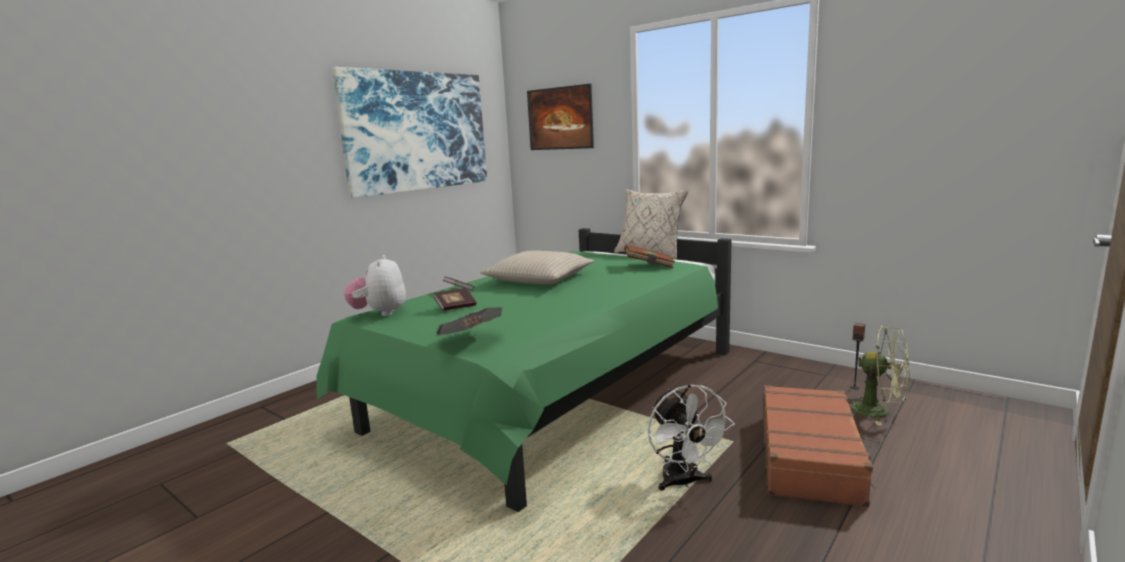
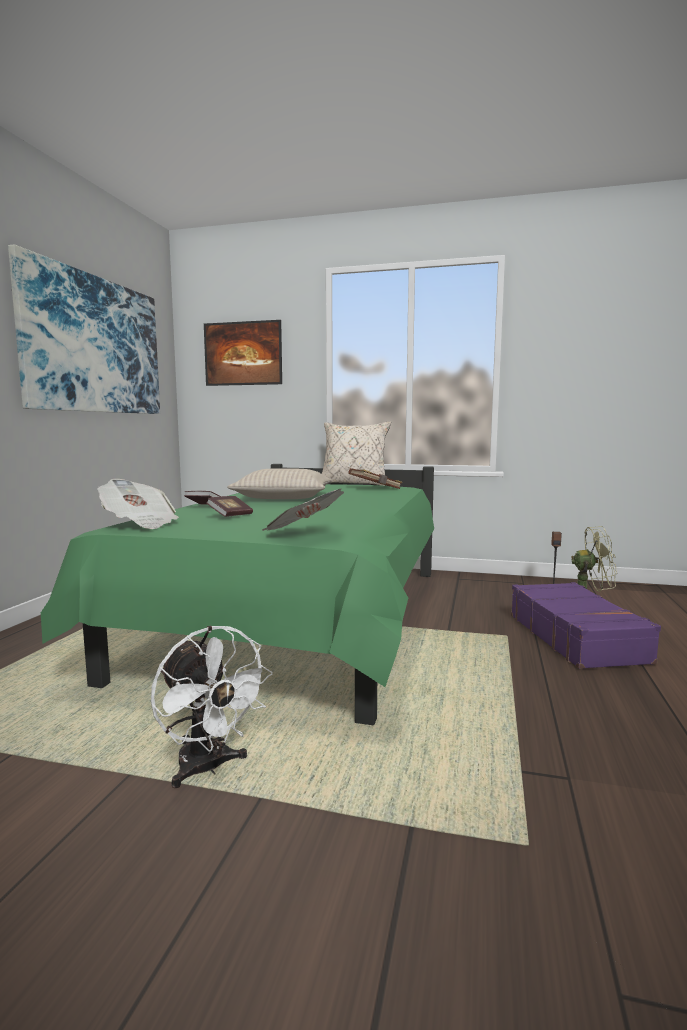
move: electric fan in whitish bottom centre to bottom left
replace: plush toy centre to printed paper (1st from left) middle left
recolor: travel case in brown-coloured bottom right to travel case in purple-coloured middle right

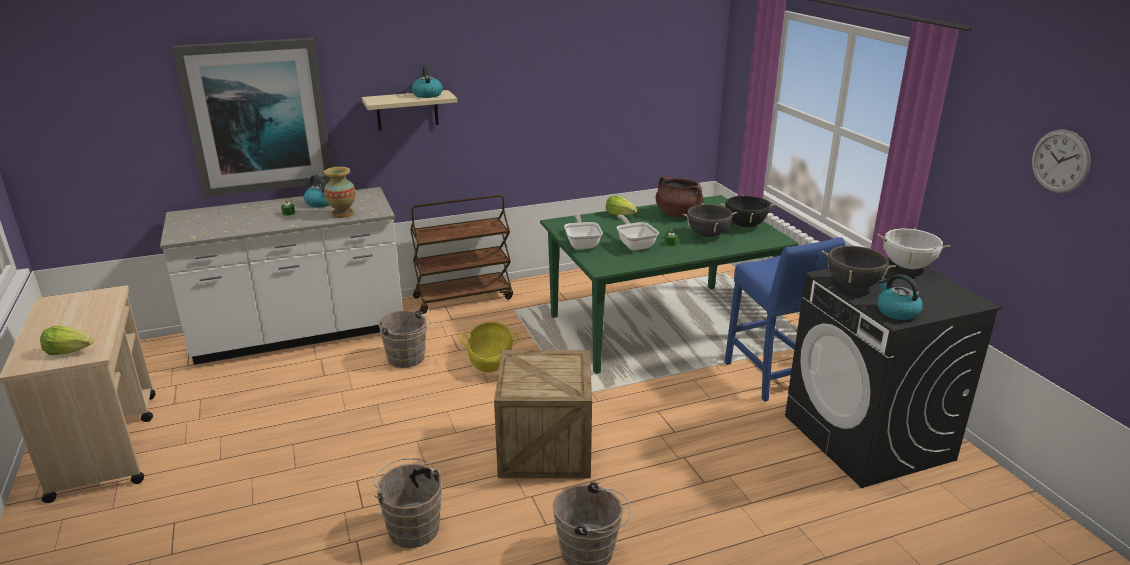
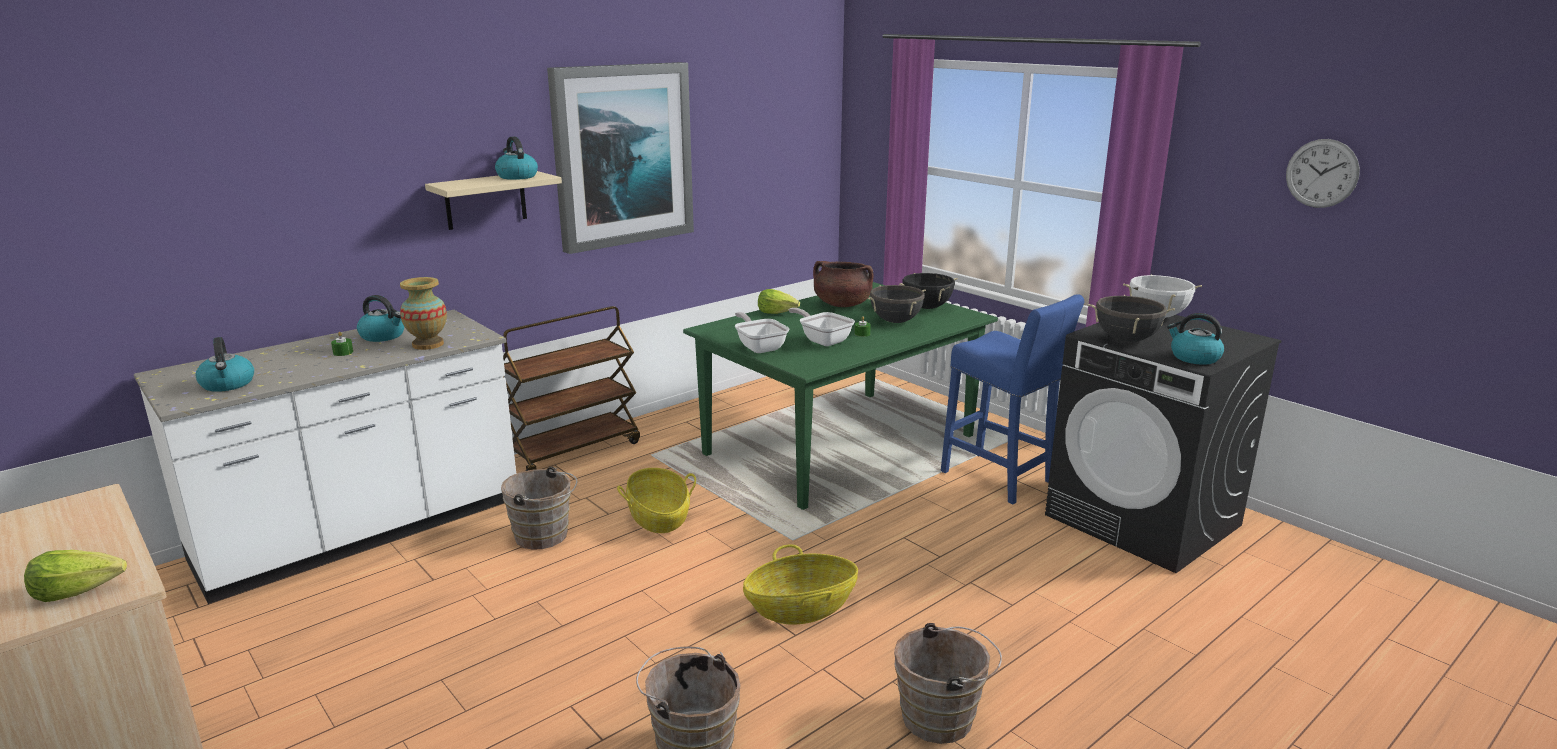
insert: water kettle (1st from left) middle left
move: picture top left to top centre
replace: packing crate bottom centre to basket (2nd from left) bottom centre

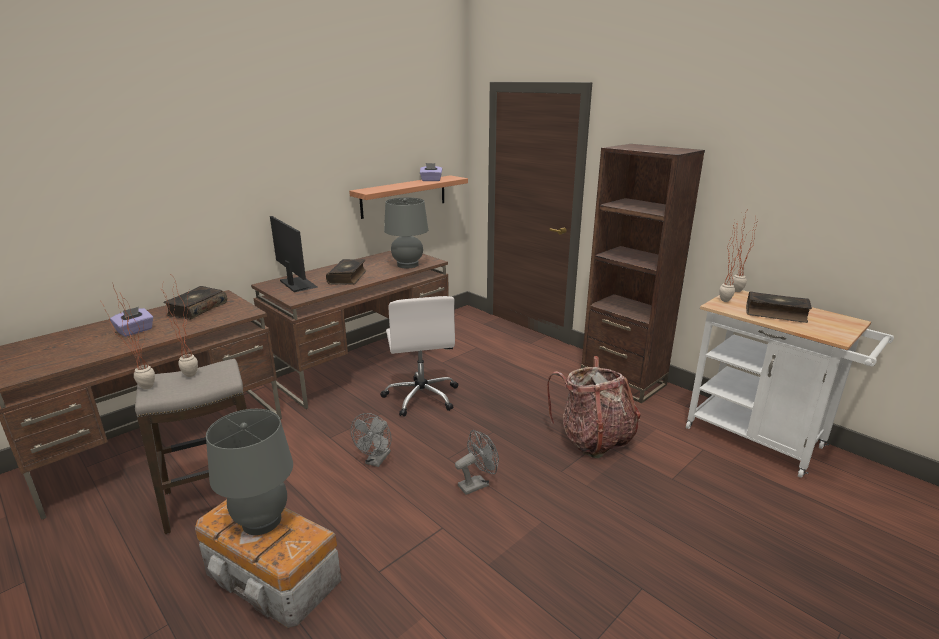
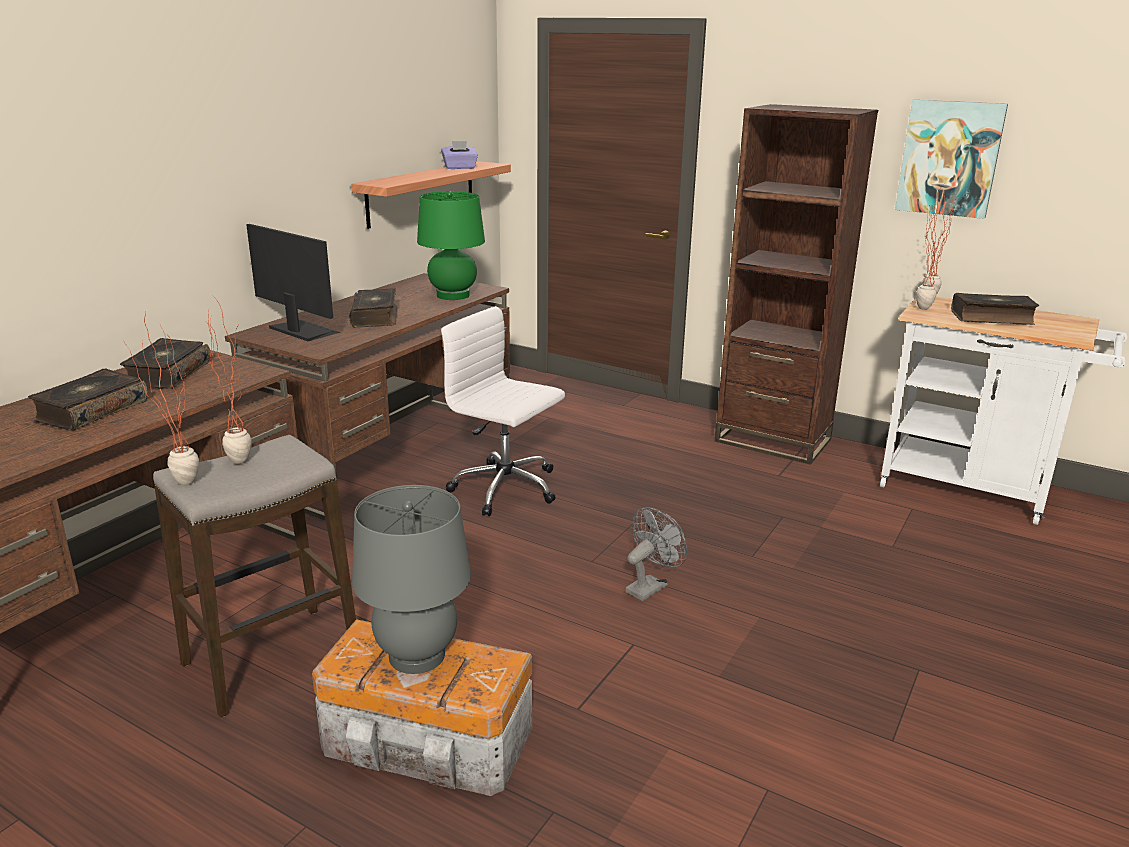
delete: electric fan in greyish (1st from left) bottom centre; rucksack centre
insert: picture top right
replace: tissue holder in purple-coloured (1st from left) middle left to volume (1st from left) middle left
recolor: lamp for a table in greyish (2nd from left) centre to lamp for a table in greenish top centre
rotate: computer chair in whitish centre = centre 150 degrees clockwise

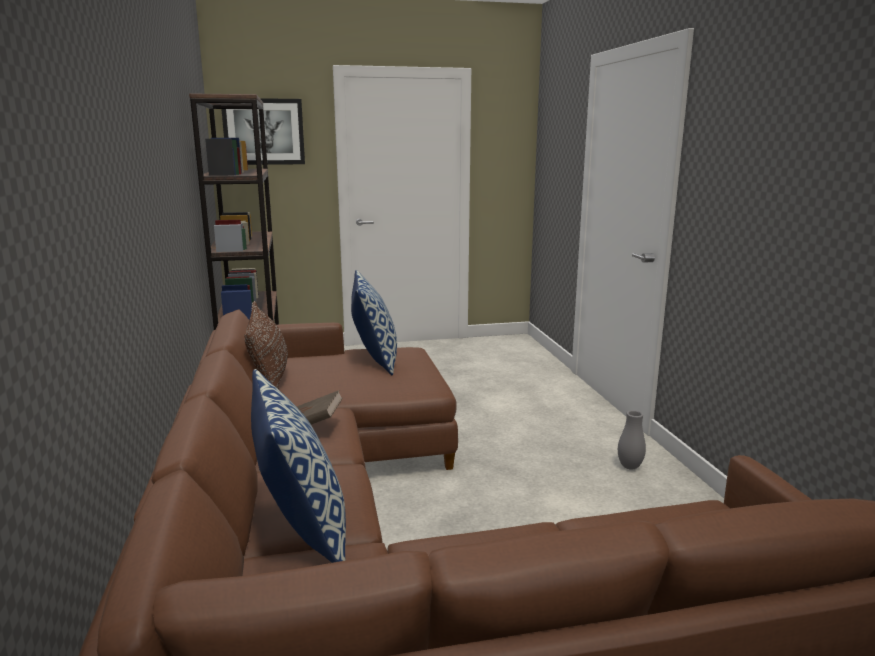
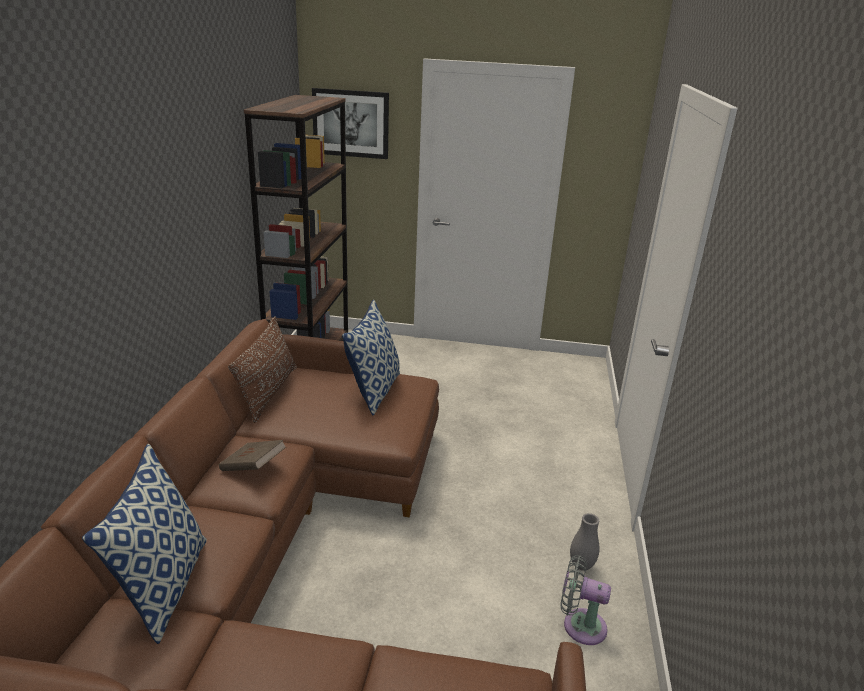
insert: electric fan in greyish bottom right

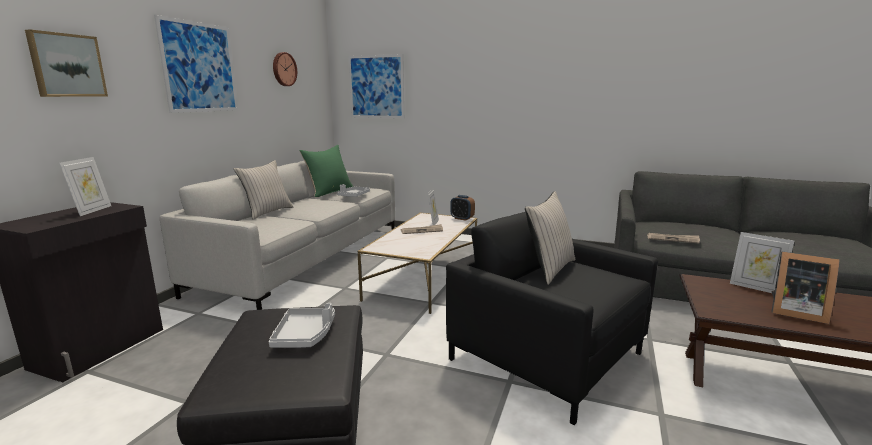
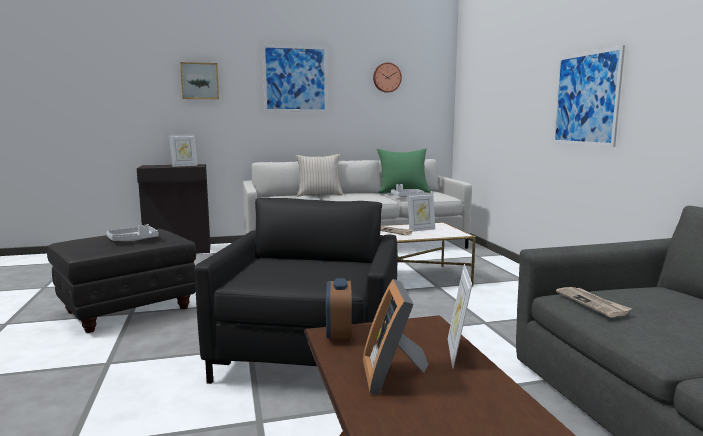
delete: cushion in sand-coloured (2nd from left) centre
move: table clock centre to bottom centre; picture (3rd from left) top centre to top right

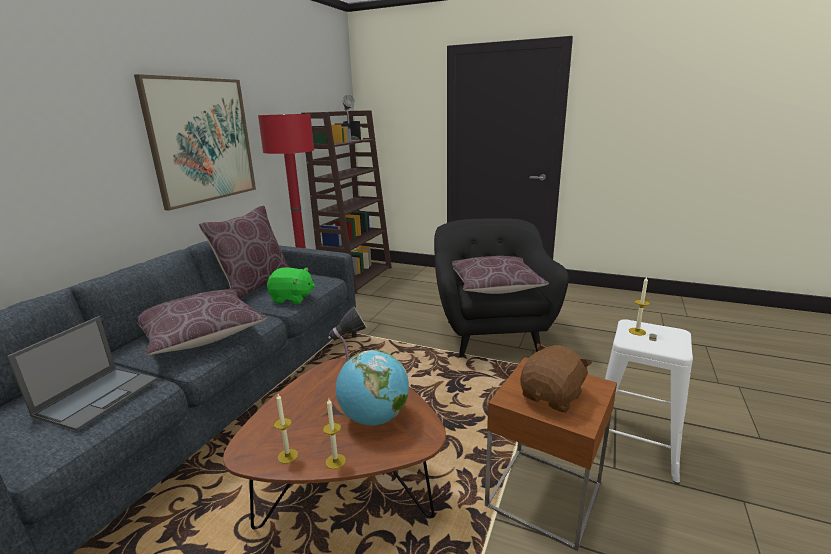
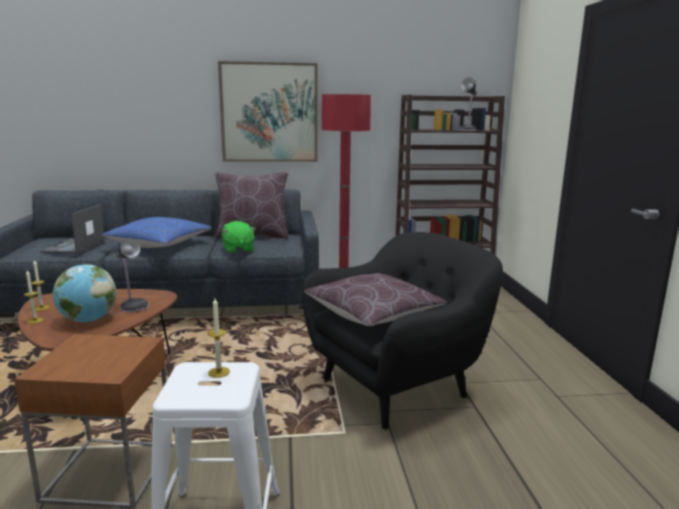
delete: plush toy in brown-coloured bottom right
recolor: cushion in brown-coloured (1st from left) middle left to cushion in bluish middle left
rotate: portable computer bottom left = middle left 105 degrees clockwise

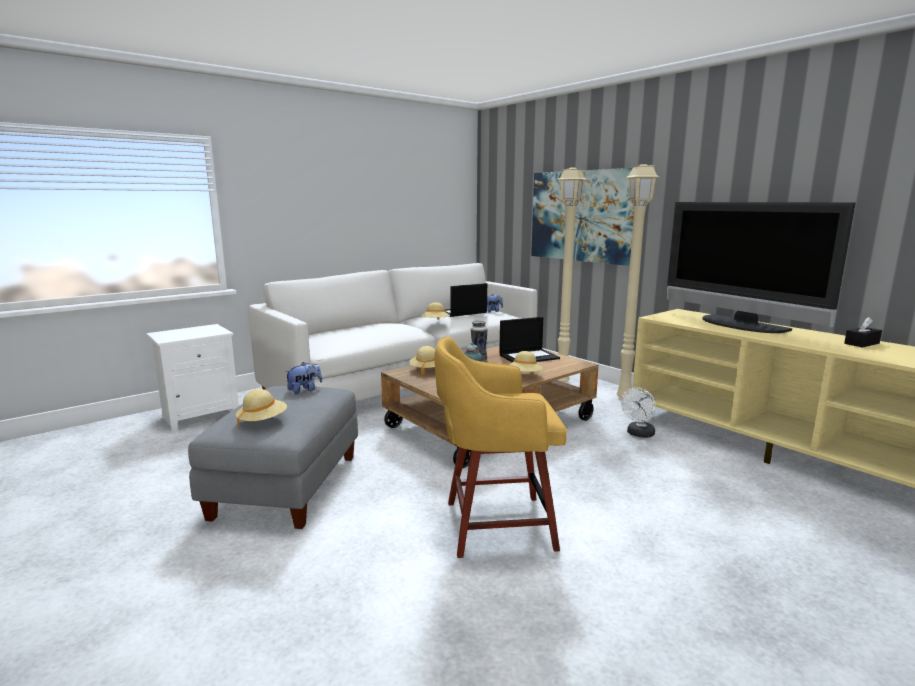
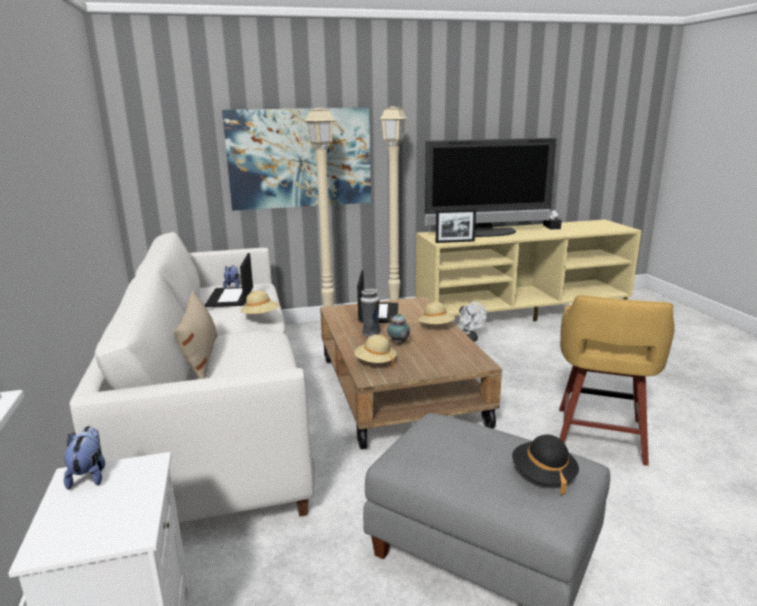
insert: cushion in sand-coloured middle left; photo frame centre
move: plush toy (1st from left) middle left to bottom left
recolor: wearable hat in sand-coloured (1st from left) middle left to wearable hat in blackish bottom right

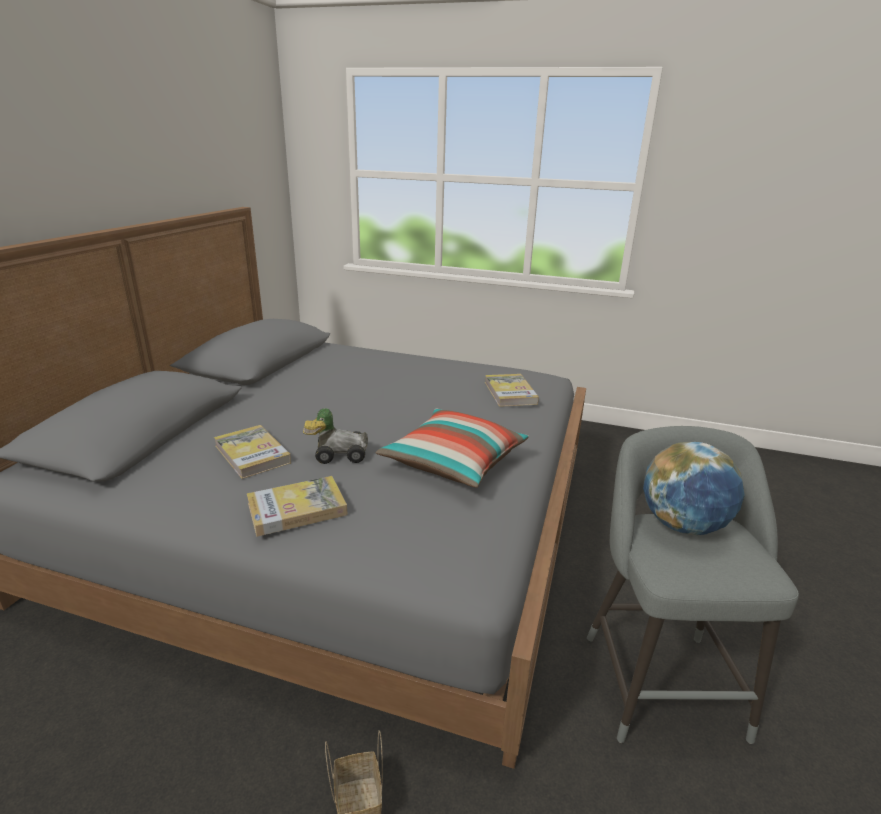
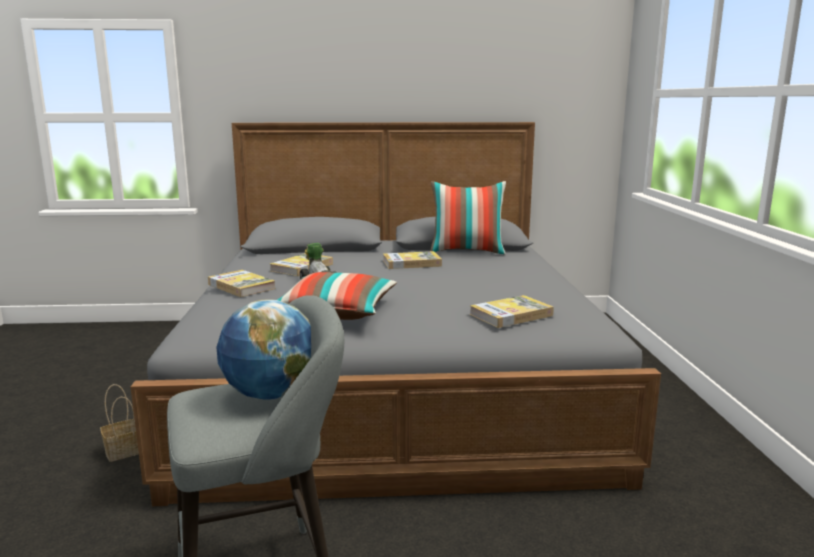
insert: volume (3rd from left) centre; cushion (2nd from left) centre

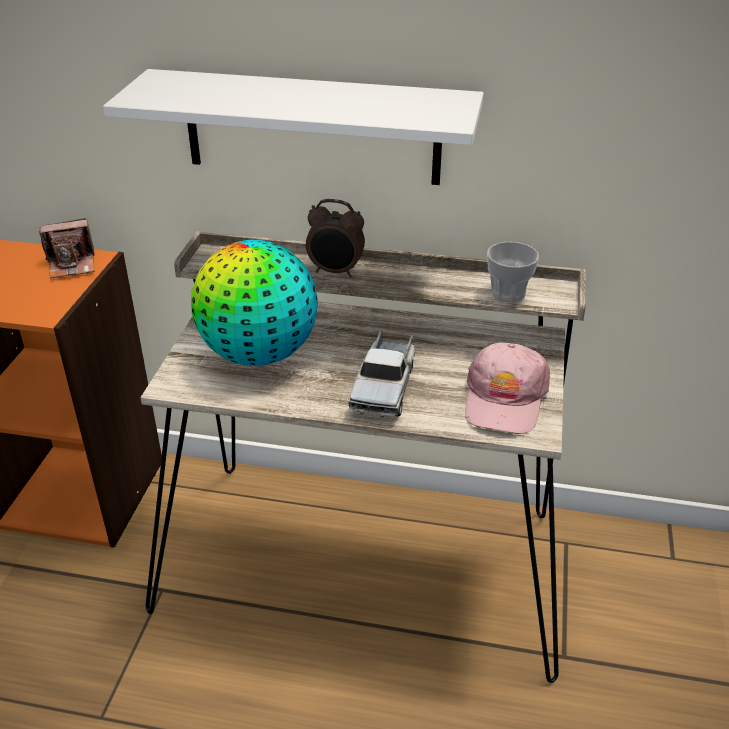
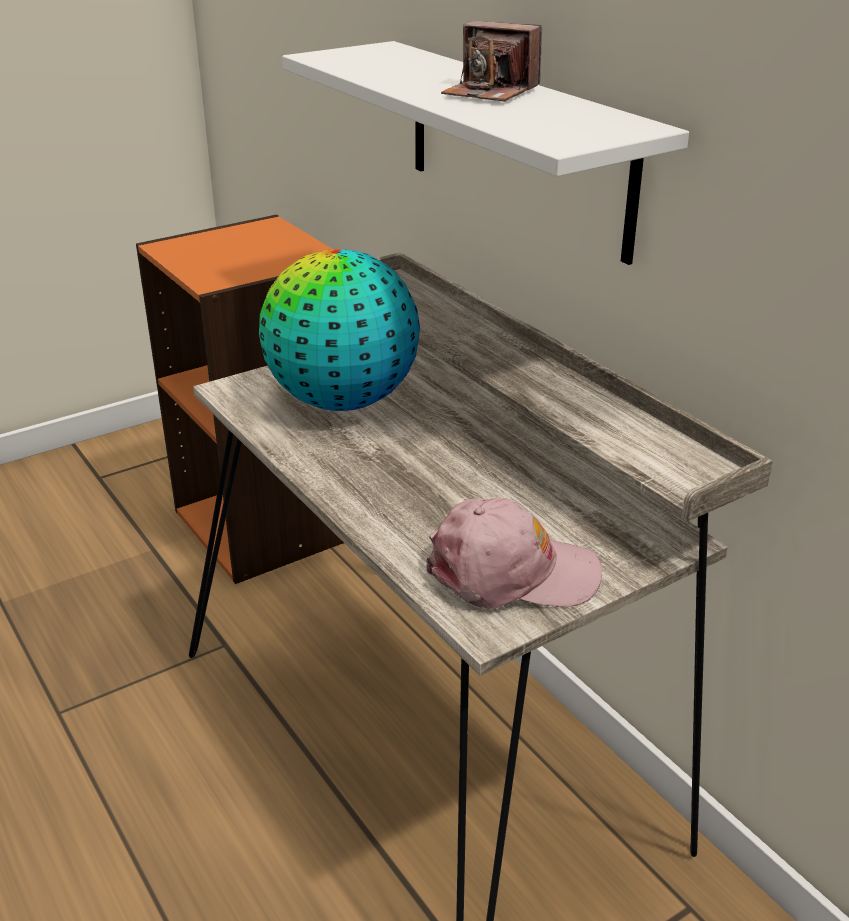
delete: table clock top centre; toy truck centre; drinking cup middle right
move: still camera middle left to top centre
rotate: baseball cap in pinkish middle right = centre 150 degrees counterclockwise

